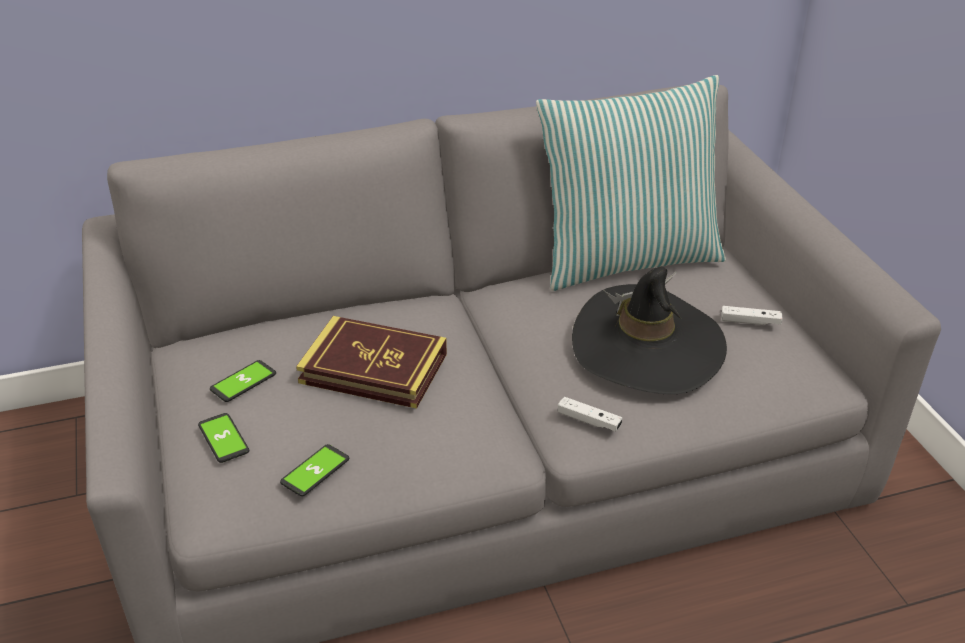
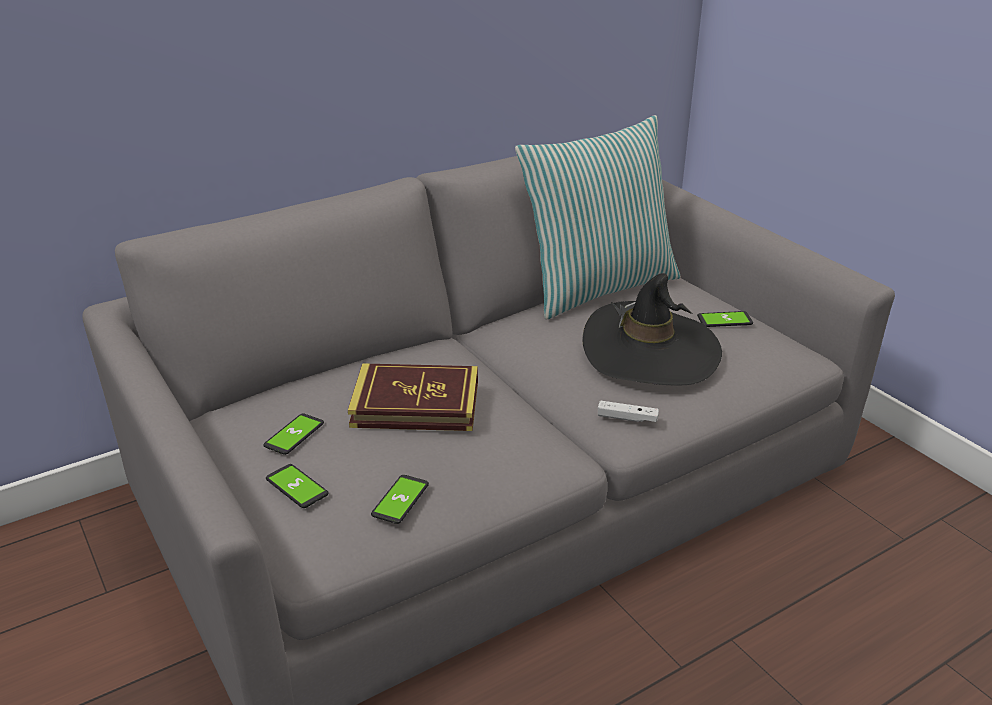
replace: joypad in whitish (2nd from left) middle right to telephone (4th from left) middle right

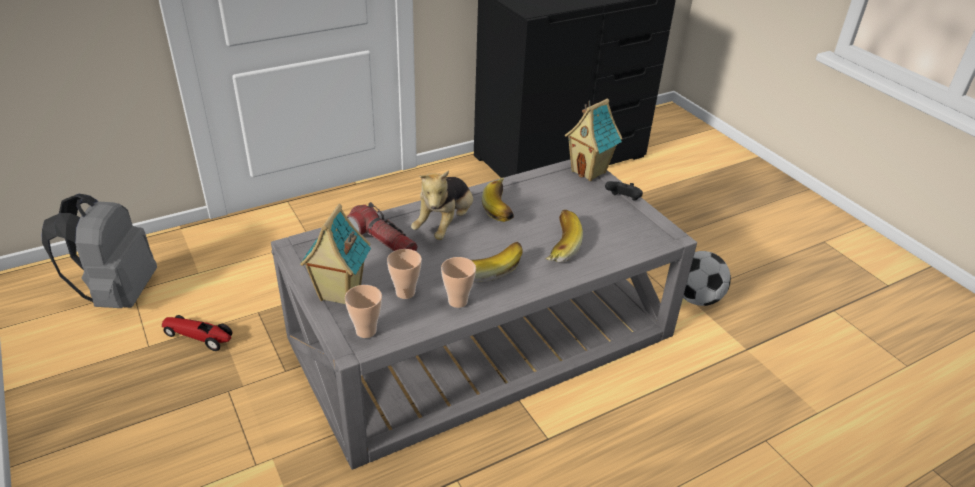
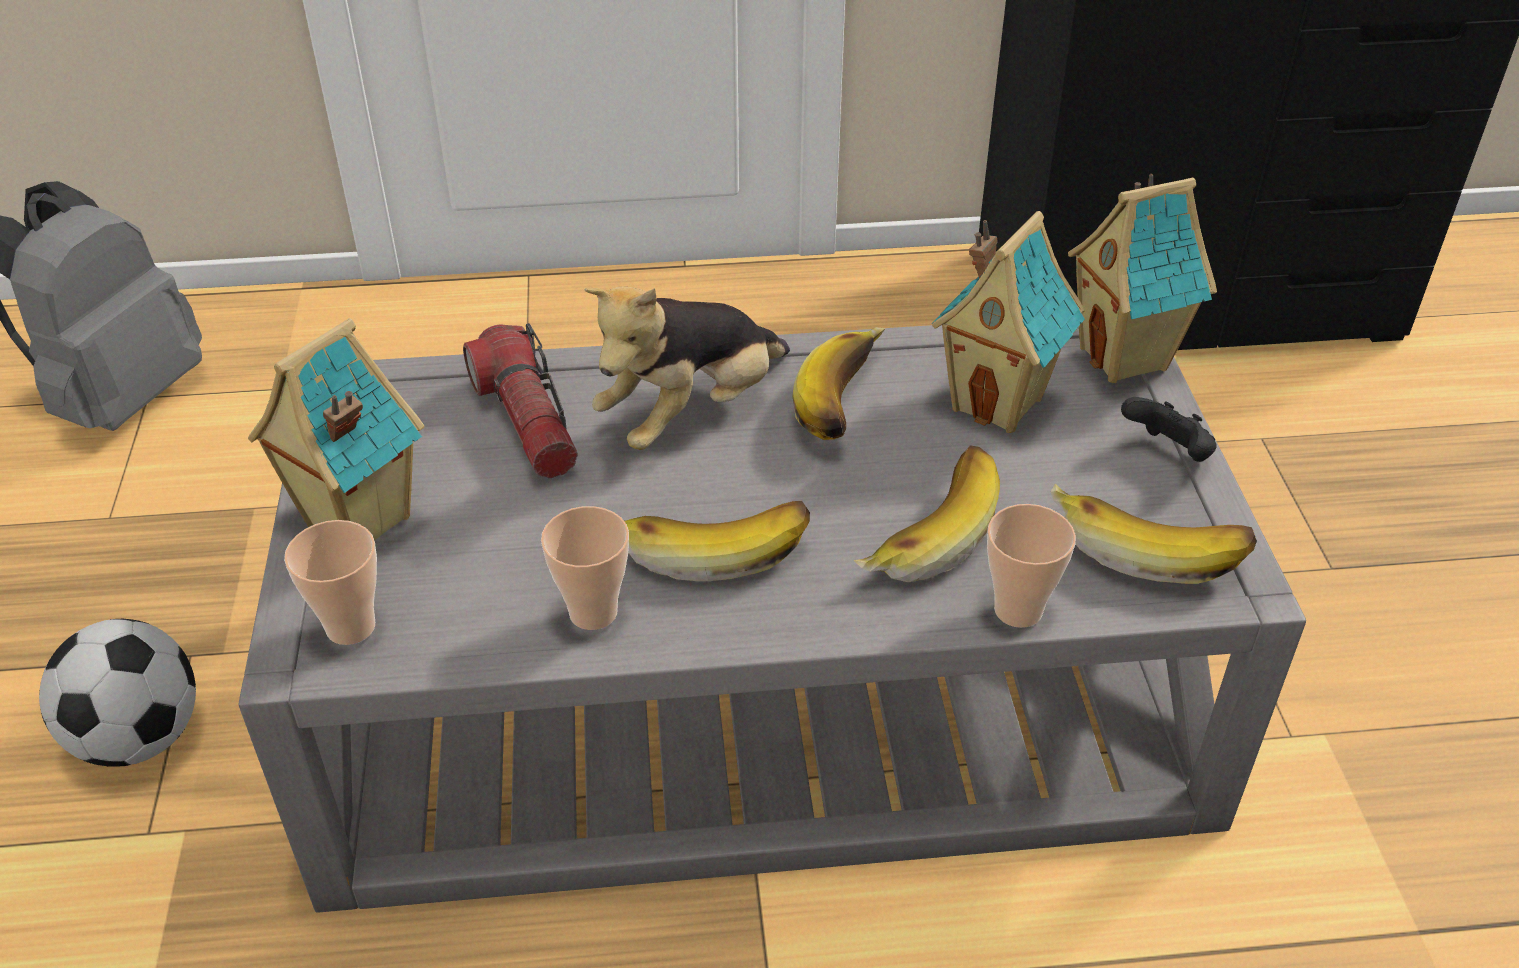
delete: model car bottom left
insert: miniature house (2nd from left) top centre; banana fruit (4th from left) middle right
move: ball for football middle right to bottom left; drinking cup (2nd from left in the first image) centre to drinking cup (3rd from left) middle right

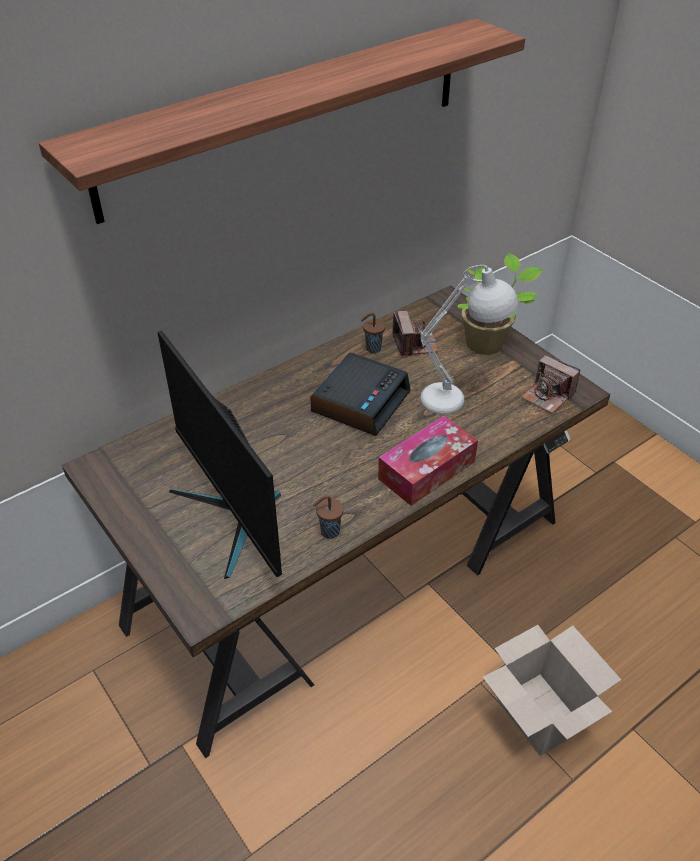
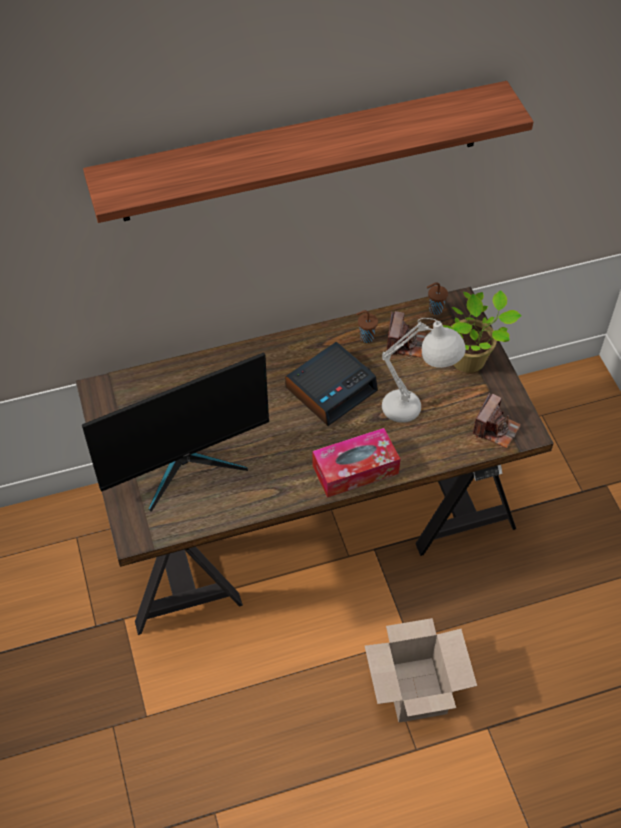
move: drinking cup in brown-coloured (1st from left in the first image) centre to drinking cup in brown-coloured (2nd from left) middle right
rotate: computer display middle left = middle left 105 degrees counterclockwise; still camera (2nd from left) middle right = middle right 120 degrees counterclockwise

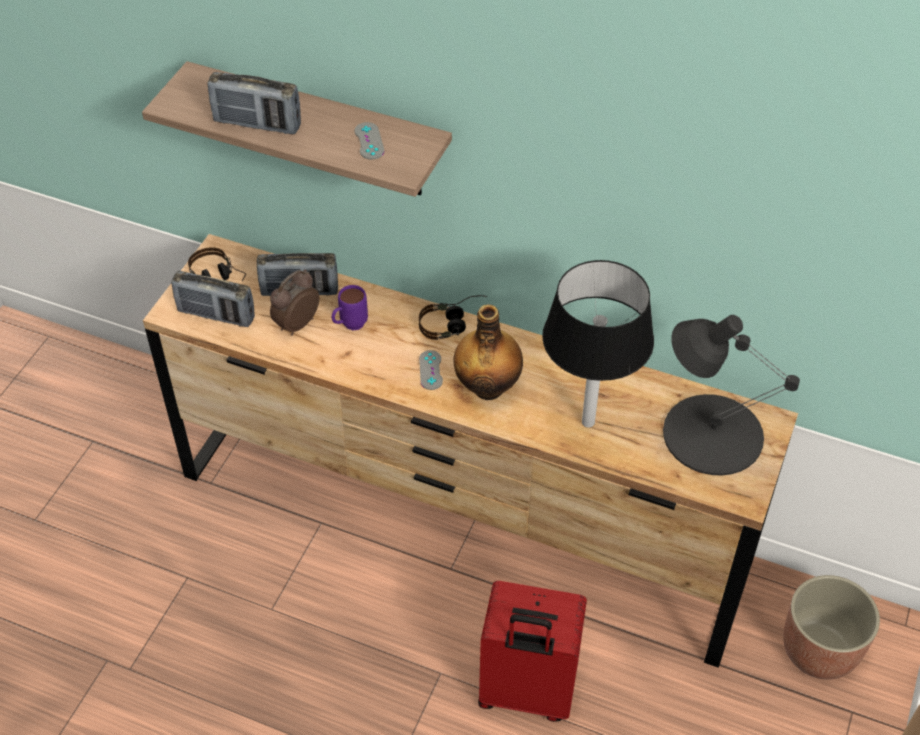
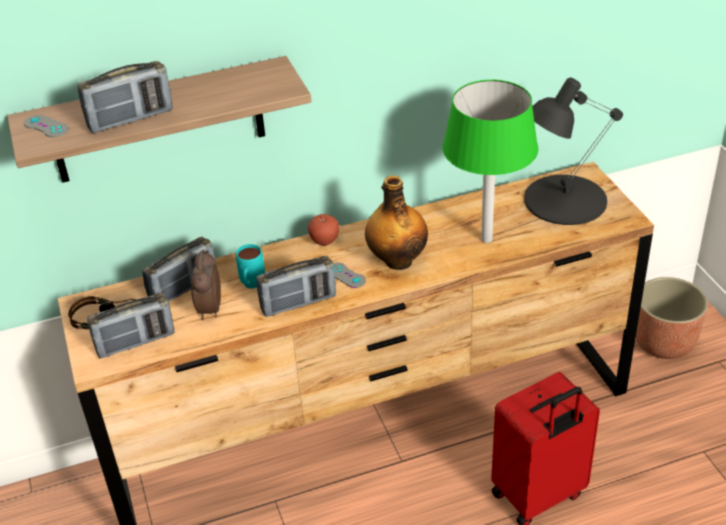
insert: radio set (4th from left) centre
move: joypad in greyish (1st from left) top centre to top left
replace: headset (2nd from left) centre to whole apple centre
recolor: mug in purple-coloured centre to mug in turquoise-coloured centre; lamp for a table in blackish (1st from left) centre to lamp for a table in greenish top right

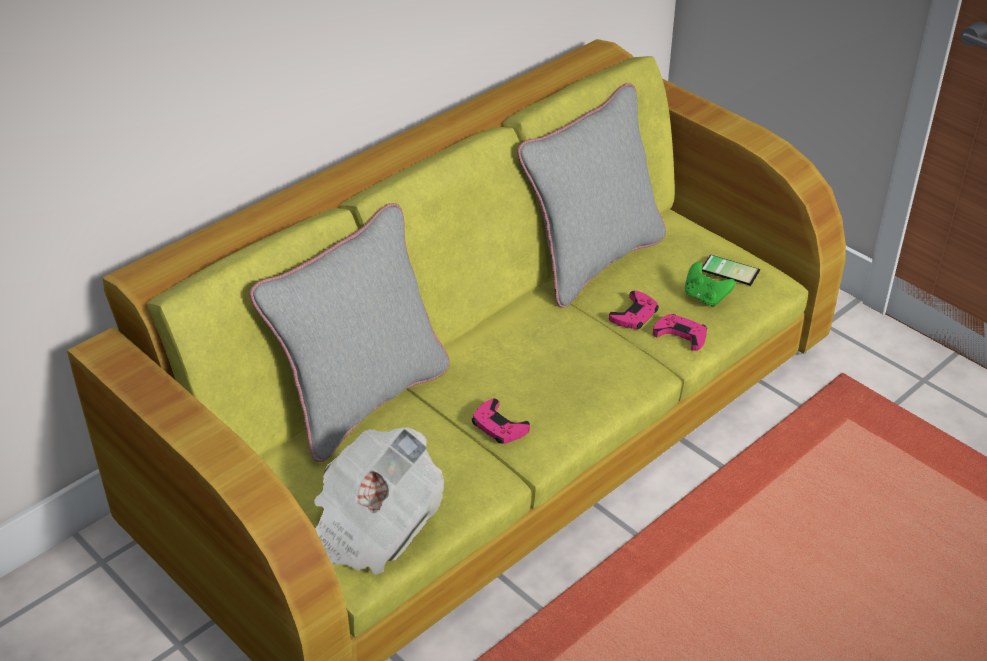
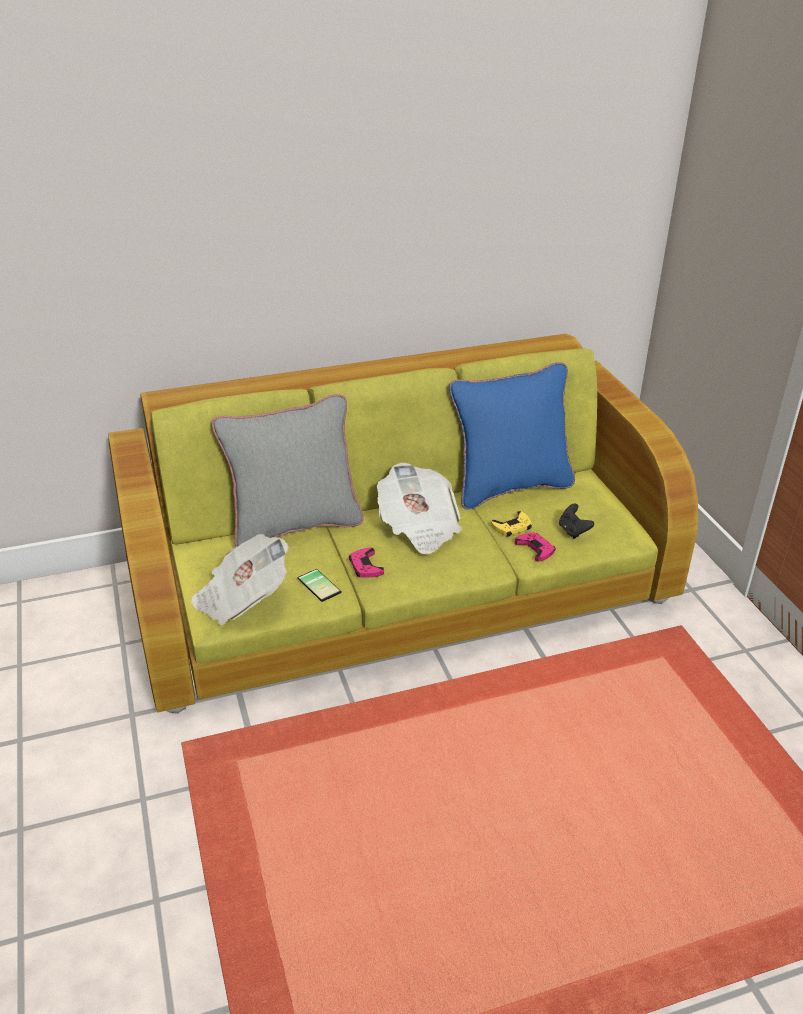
insert: printed paper (2nd from left) centre
move: telephone middle right to centre
recolor: cushion in greyish (2nd from left) top centre to cushion in bluish centre; joypad in pinkish (2nd from left) centre to joypad in yellow centre; joypad in greenish middle right to joypad in blackish middle right

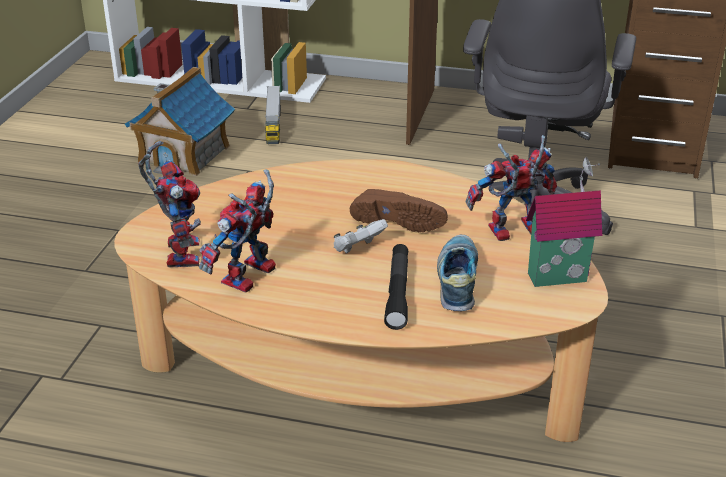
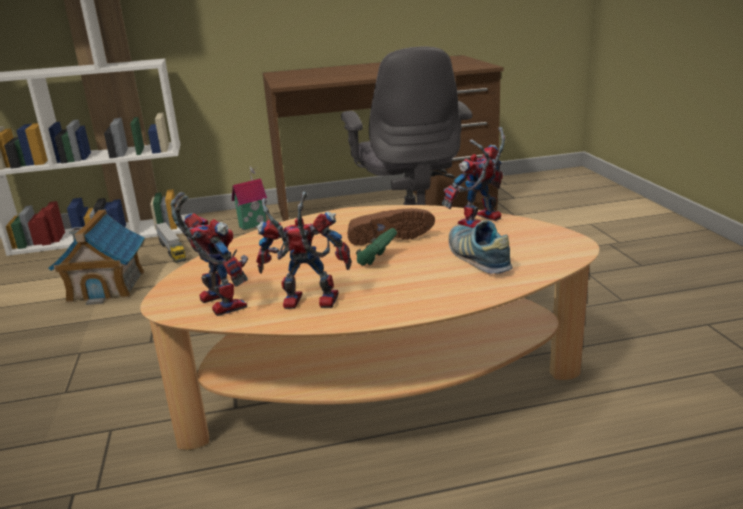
delete: torch in blackish centre
move: miniature house (2nd from left) middle right to centre
recolor: joypad in whitish centre to joypad in greenish centre
rotate: robot figure (2nd from left) middle left = centre 90 degrees clockwise

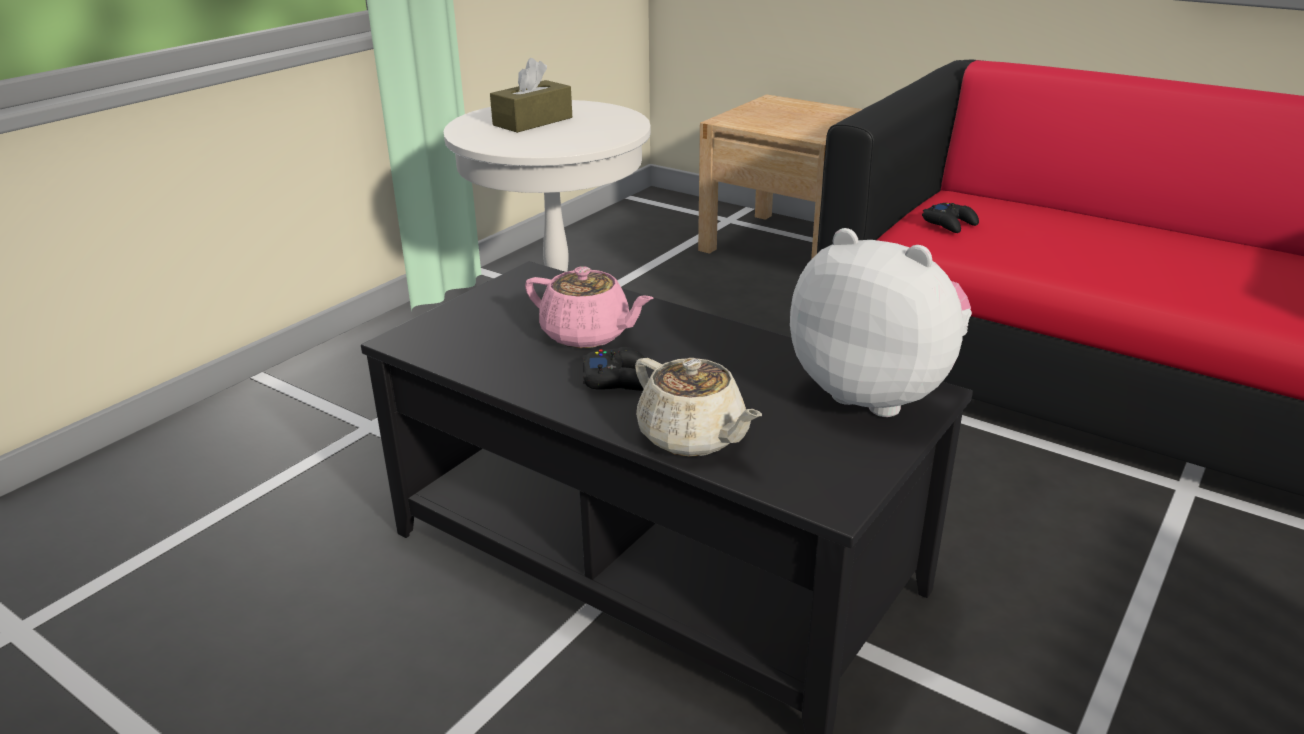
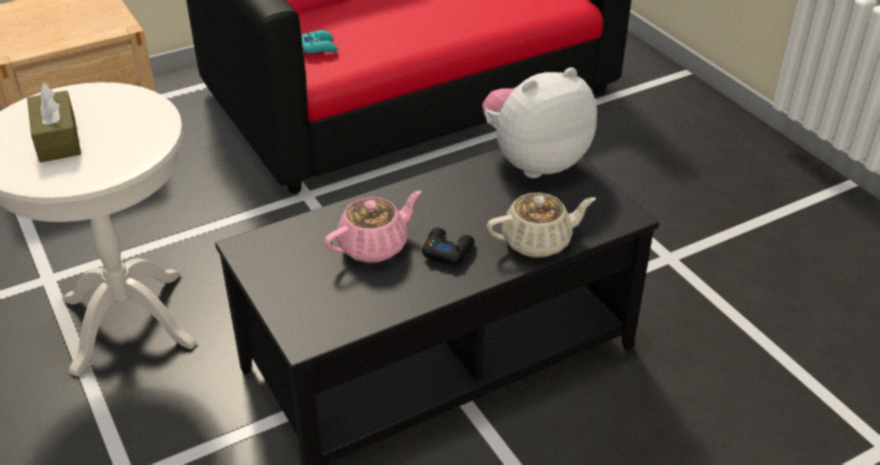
recolor: joypad in blackish (2nd from left) top right to joypad in turquoise-coloured top centre

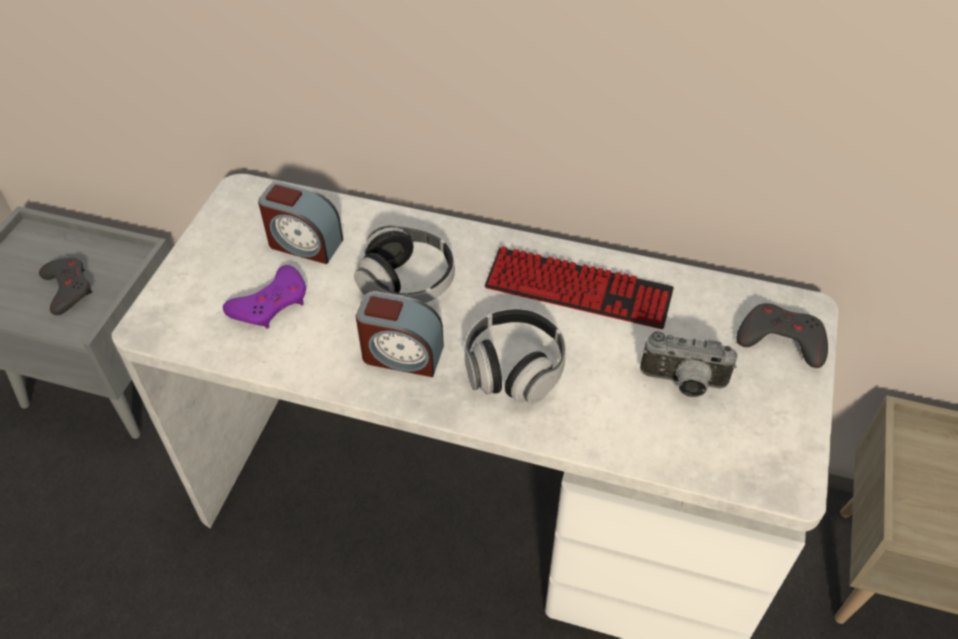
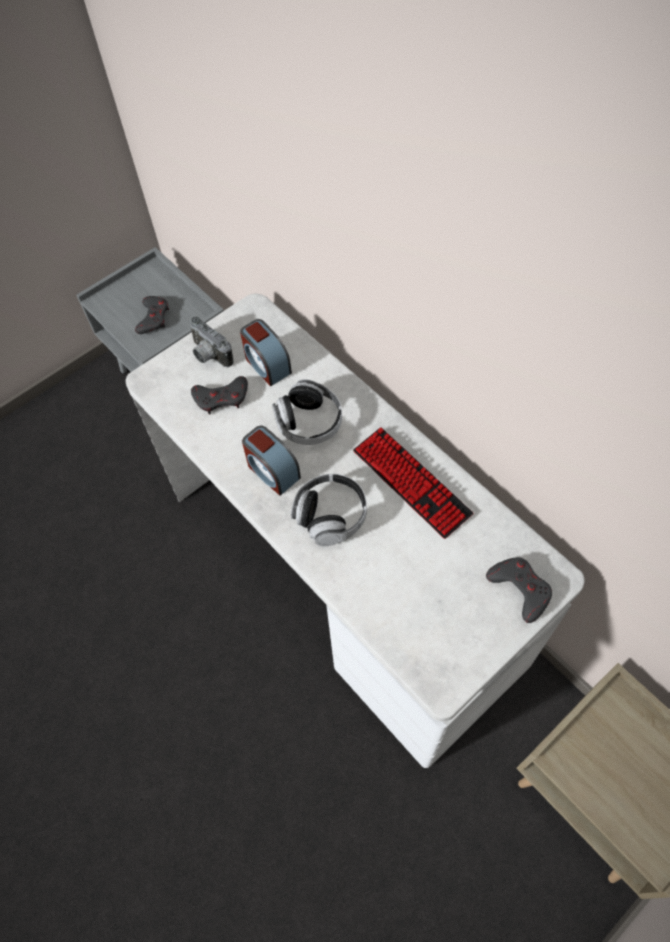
move: still camera middle right to middle left
recolor: joypad in purple-coloured middle left to joypad in greyish (2nd from left) middle left

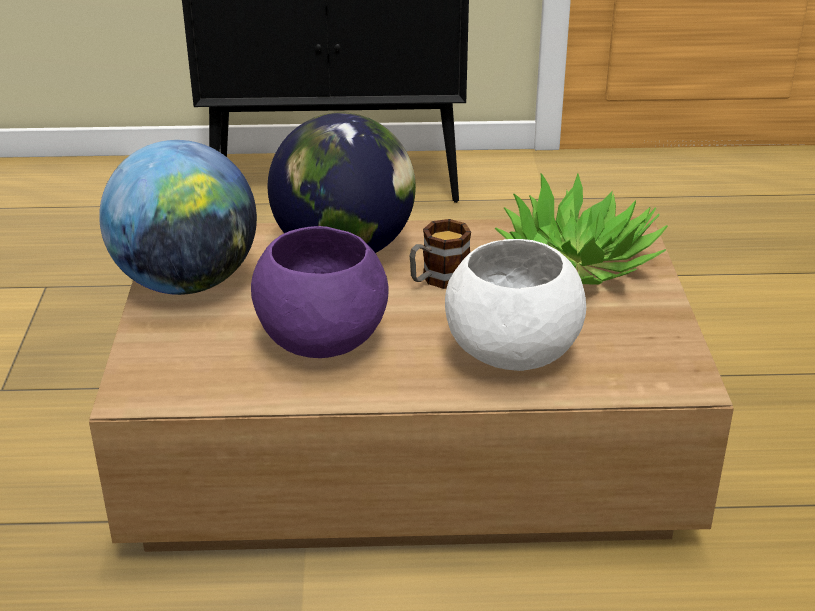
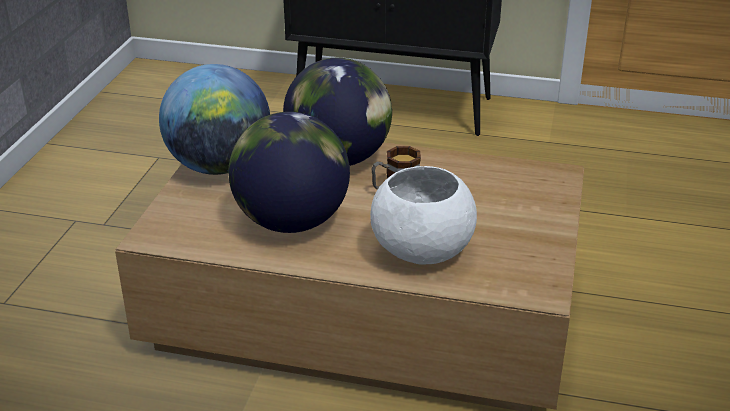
delete: houseplant middle right
replace: bowl in purple-coloured centre to globe (2nd from left) centre

